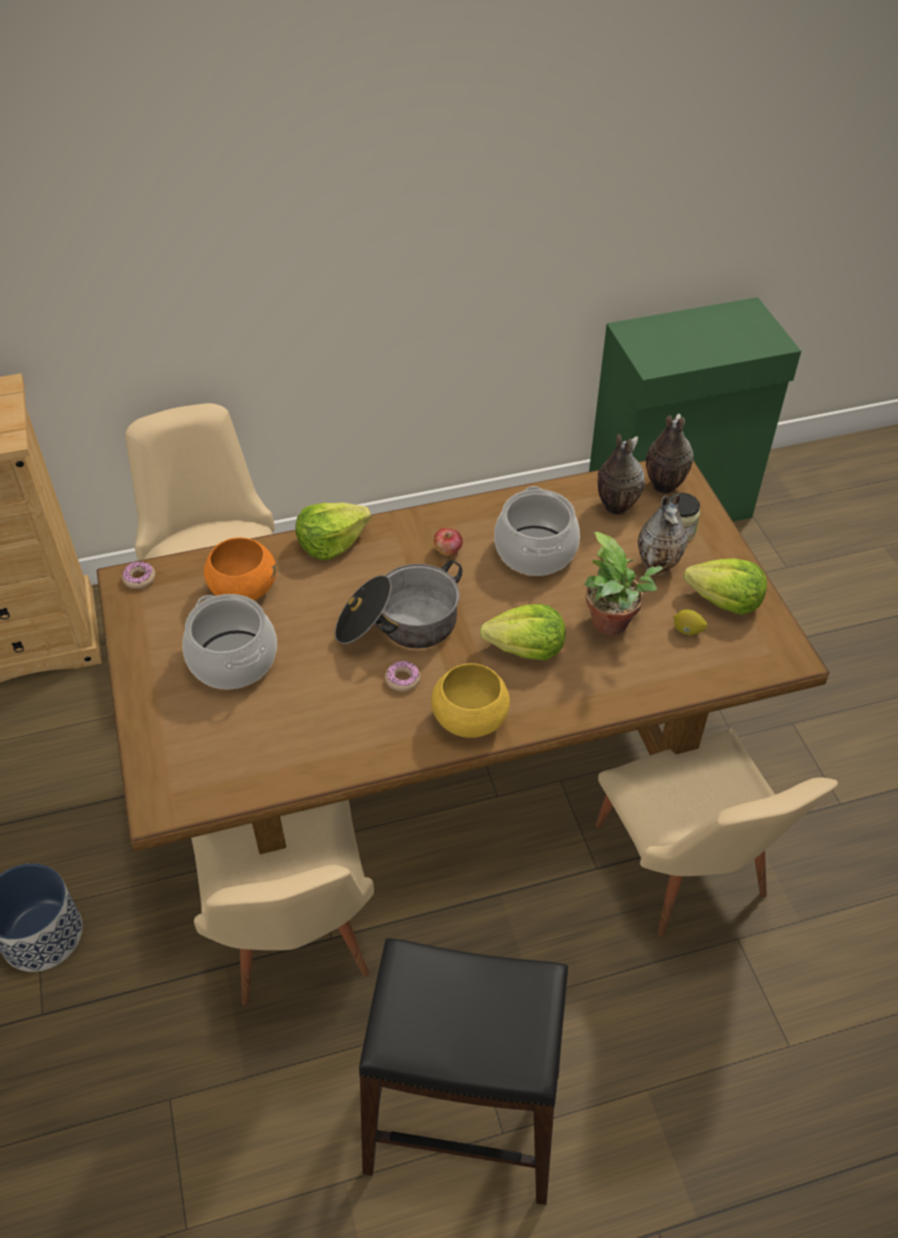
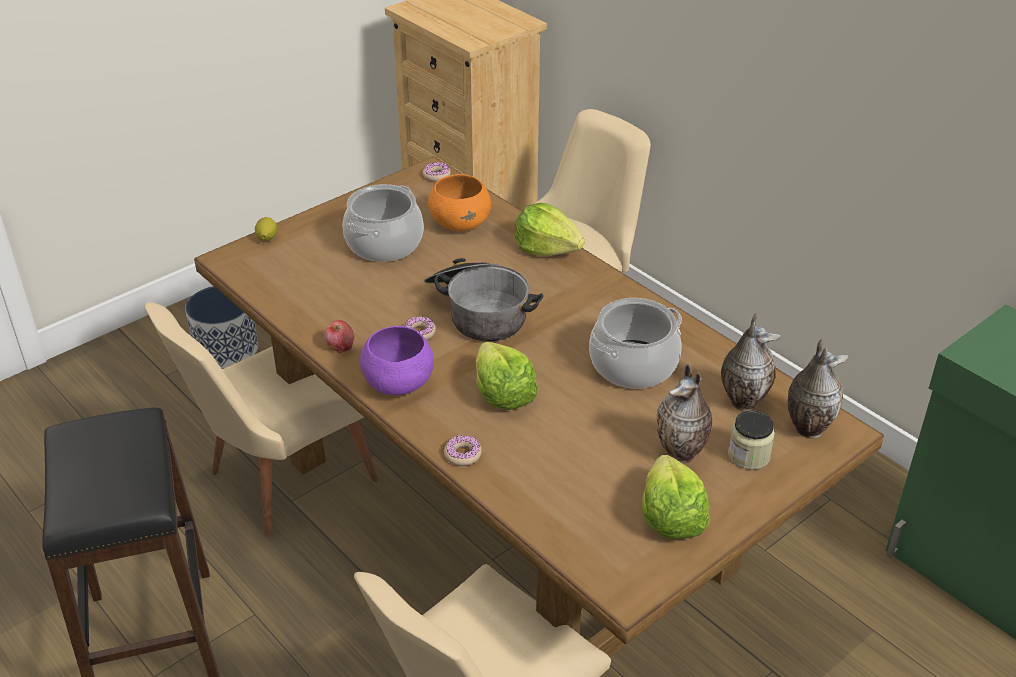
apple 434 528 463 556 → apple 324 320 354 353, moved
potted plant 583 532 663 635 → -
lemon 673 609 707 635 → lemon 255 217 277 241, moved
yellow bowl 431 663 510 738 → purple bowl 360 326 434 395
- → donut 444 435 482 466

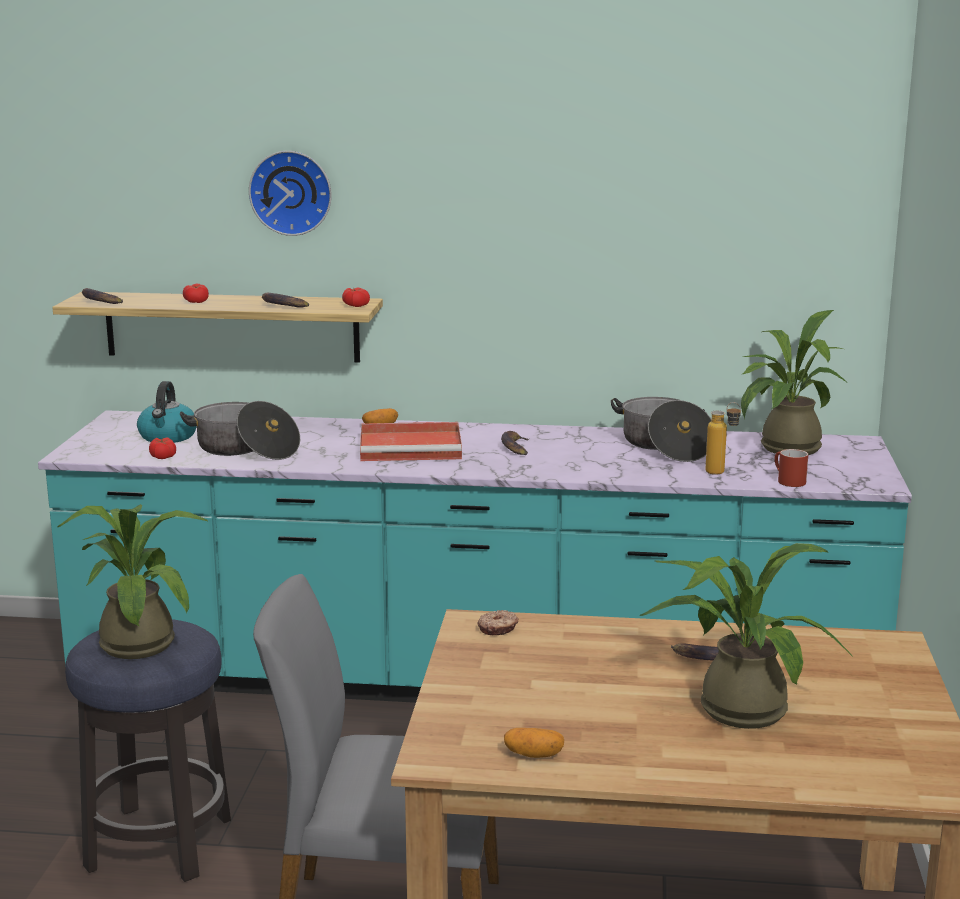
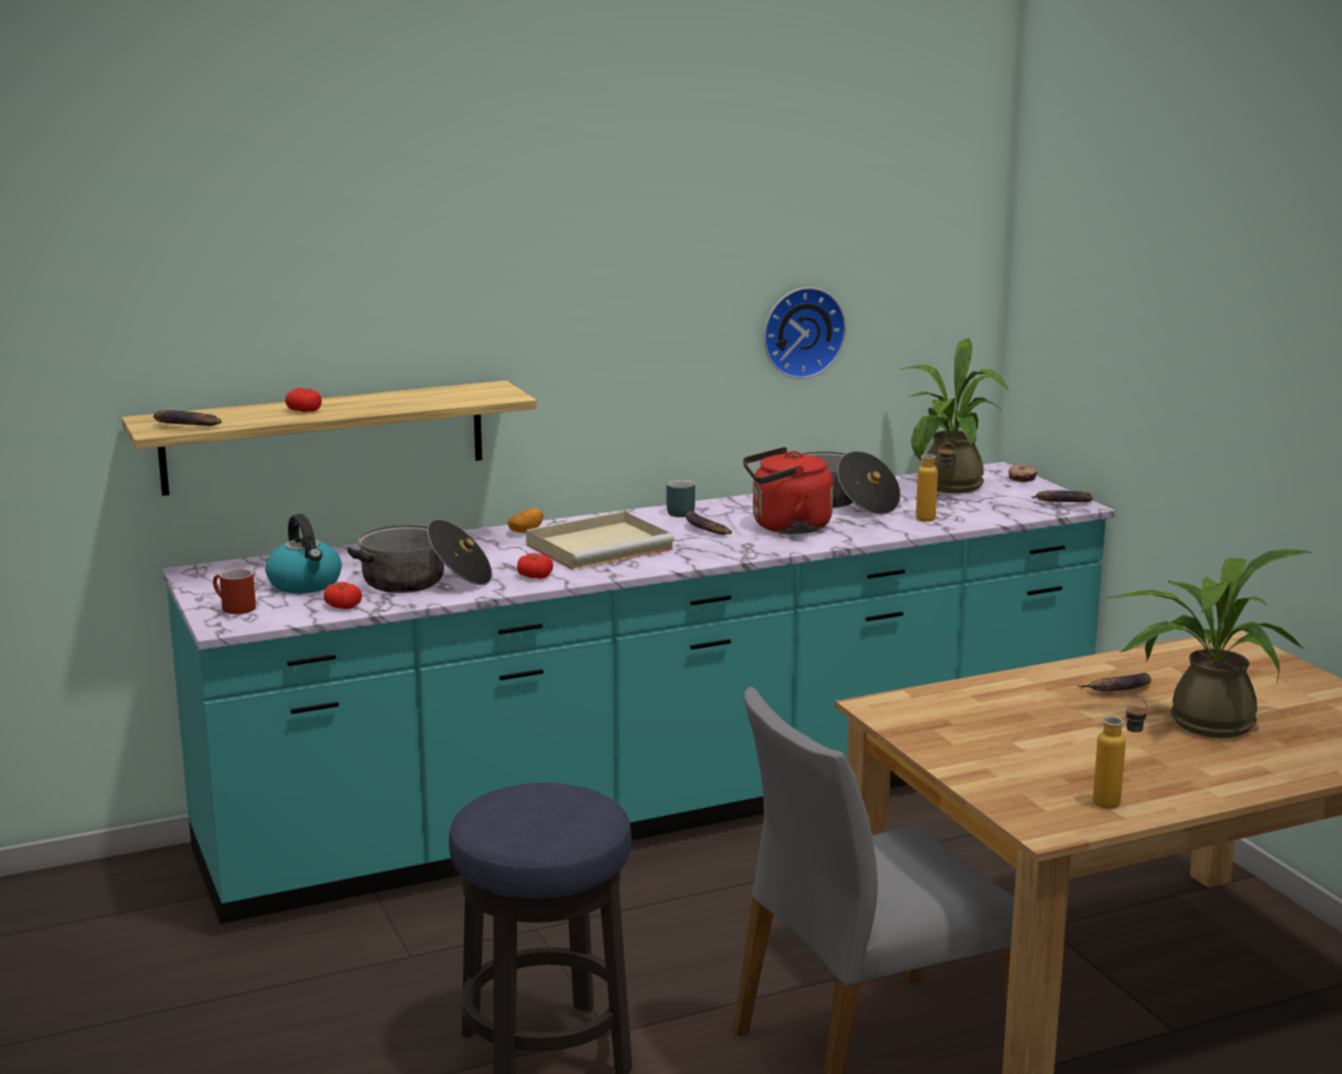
wall clock 249 151 332 236 → wall clock 763 287 846 379, moved
tomato 342 288 370 307 → tomato 517 553 553 579, moved
banana 262 293 309 308 → banana 1031 490 1093 502, moved
red tray 360 422 462 461 → beige tray 526 511 675 570
red mug 775 449 808 487 → red mug 213 568 256 614, moved
potted plant 57 504 209 659 → -
donut 477 610 519 635 → donut 1008 464 1037 482, moved
potato 504 728 564 758 → bottle 1093 698 1147 809
- → red kettle 743 447 833 534
- → turquoise mug 666 480 695 517

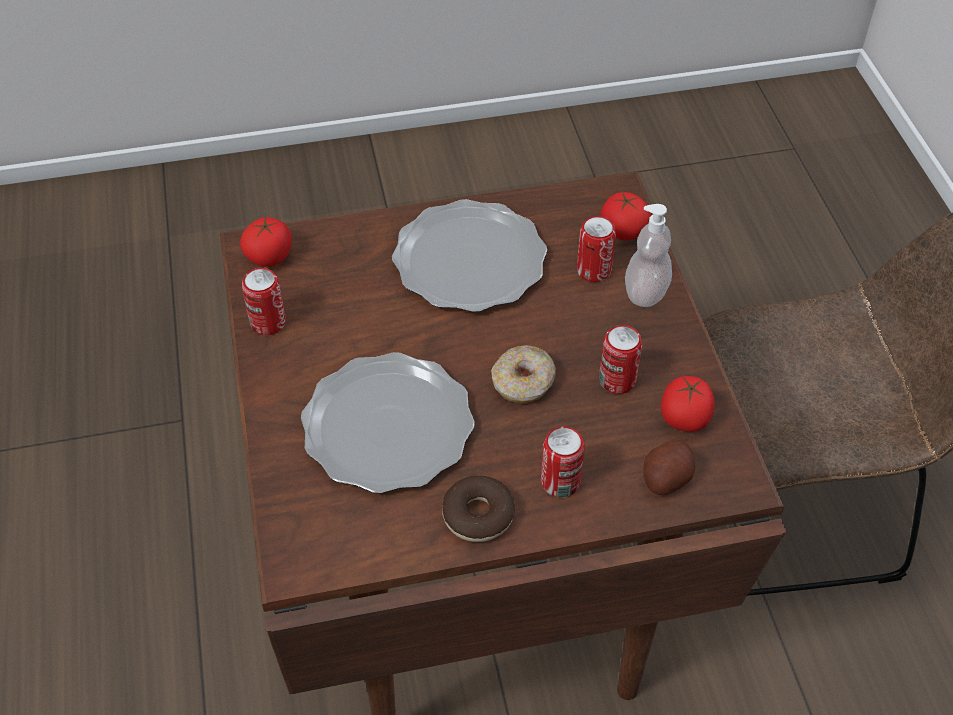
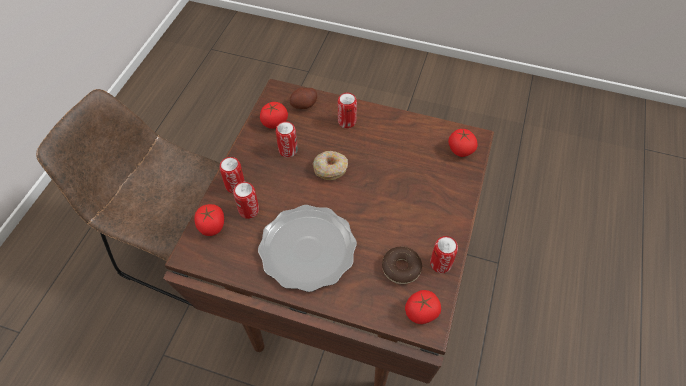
soap dispenser 625 204 672 307 → can 220 157 245 193
plate 301 352 475 494 → -
donut 442 476 515 542 → donut 382 247 422 284, moved
- → tomato 448 129 478 157

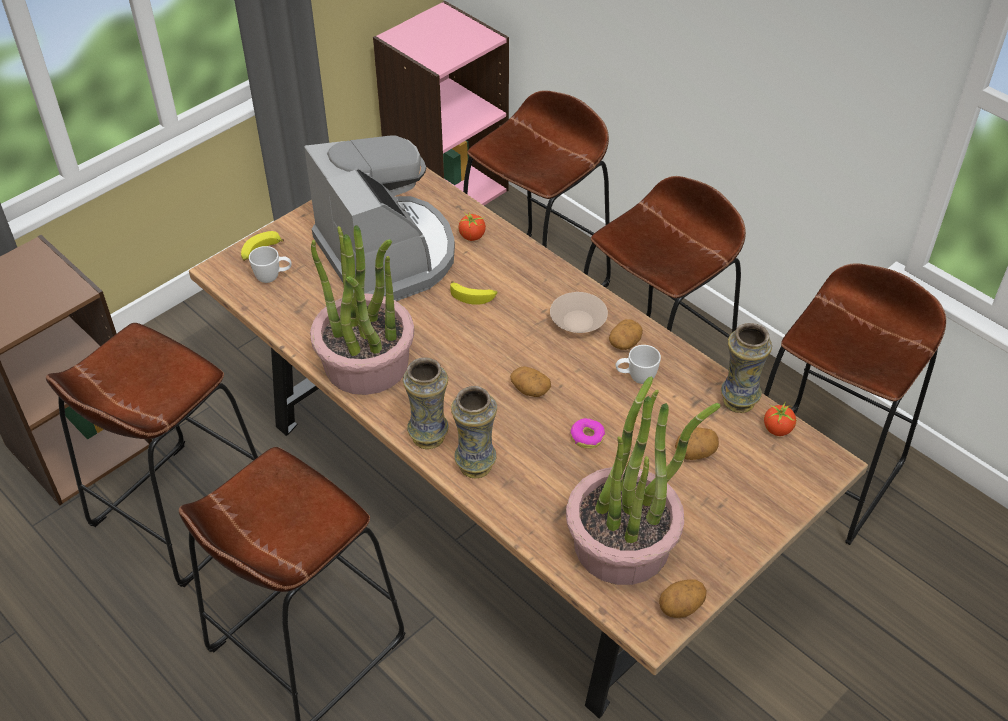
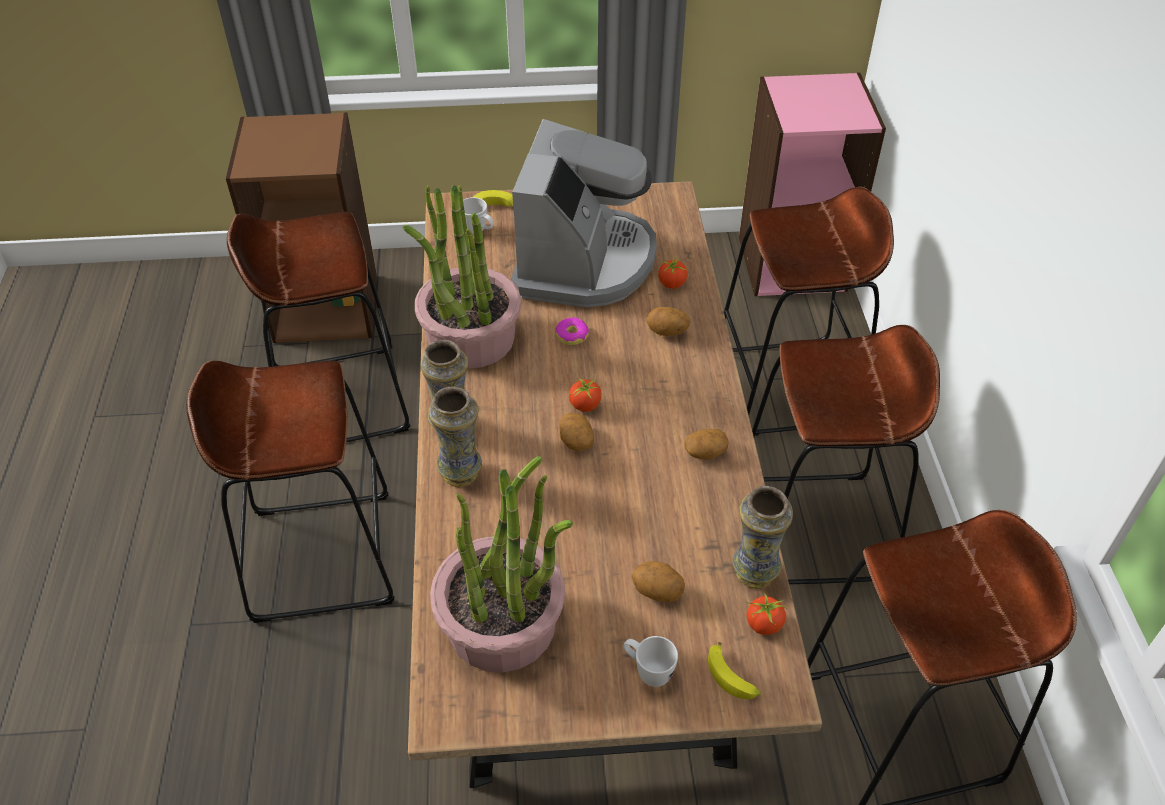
banana 450 281 498 305 → banana 708 642 761 699, moved
beige bowl 550 292 608 333 → -
white mug 616 345 661 384 → white mug 623 636 678 687, moved
donut 570 418 605 449 → donut 555 317 589 345, moved
potato 659 579 707 618 → potato 647 307 690 336, moved
- → tomato 569 374 604 412

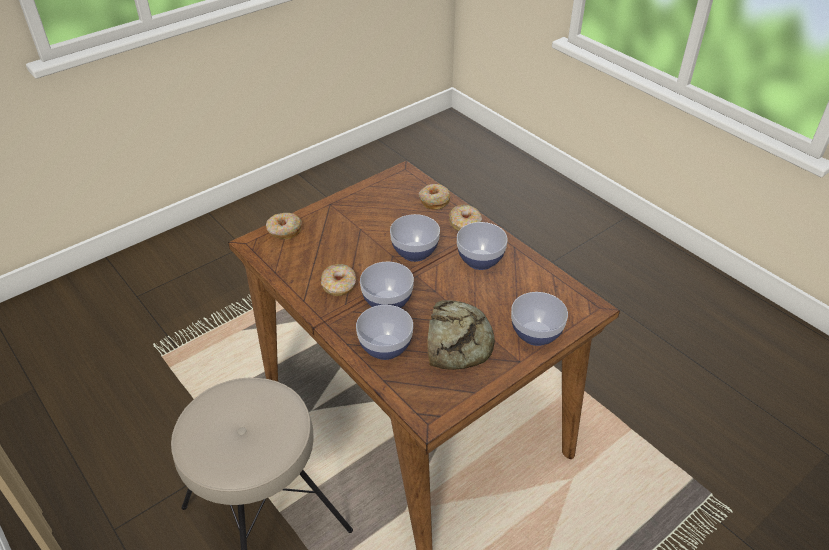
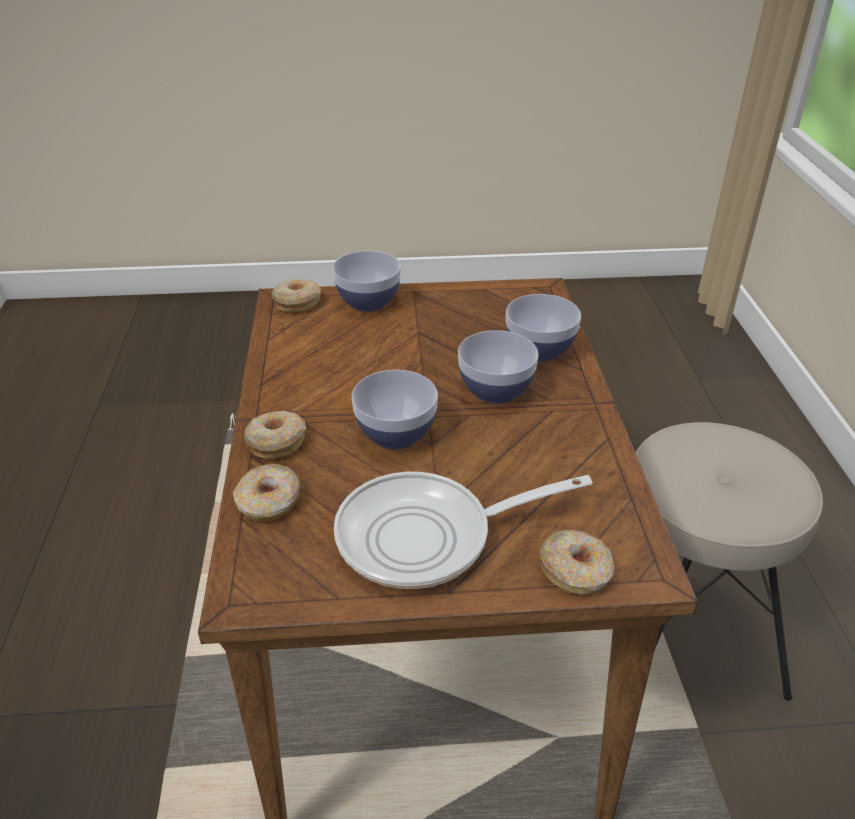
bowl 457 222 508 270 → -
donut 321 264 356 296 → donut 272 279 321 313, moved
bread 427 300 495 370 → -
- → frying pan 334 472 593 589

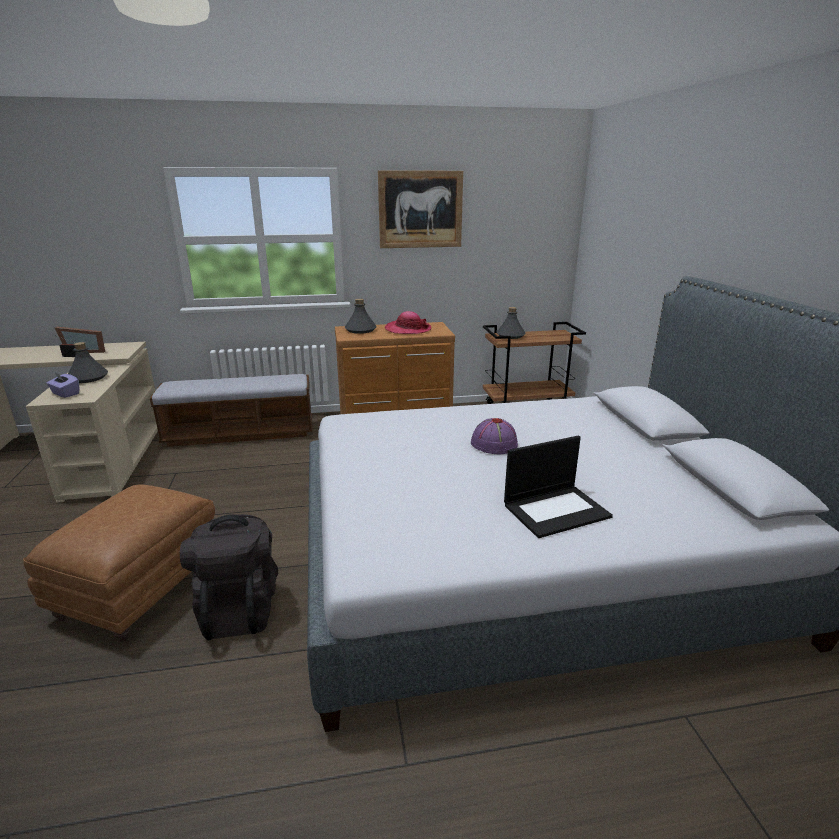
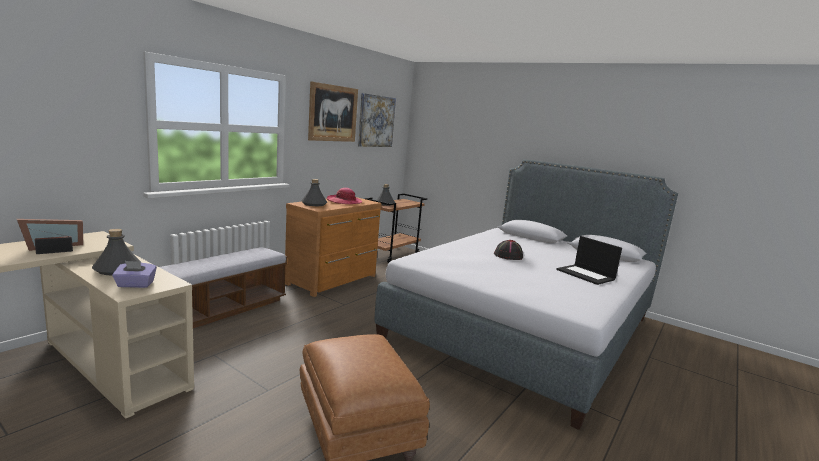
purple hat 471 418 518 454 → black hat 494 240 523 260
laptop 504 436 613 538 → laptop 556 236 622 285, 120 degrees clockwise
black backpack 180 514 278 640 → -
- → picture 358 93 396 147

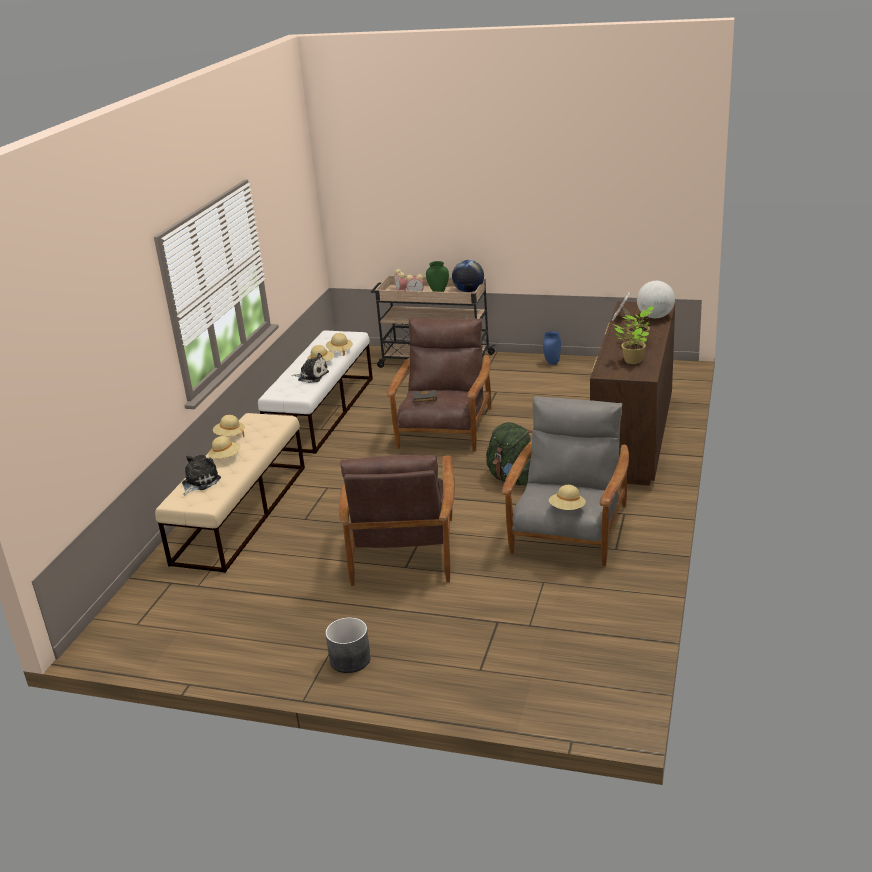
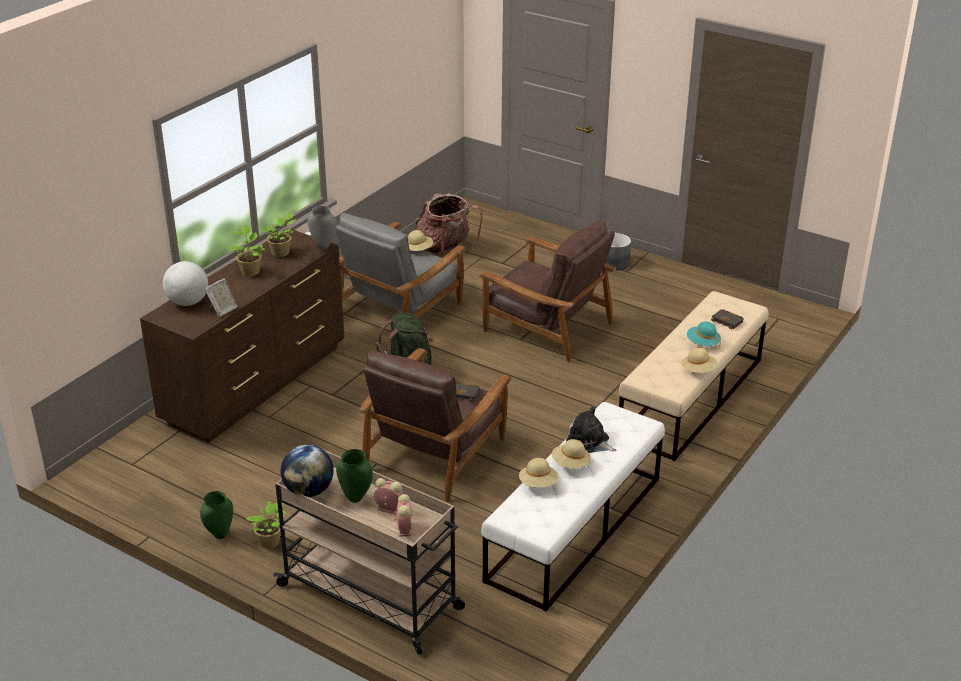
blue vase 543 331 561 365 → green vase 200 491 233 539
beige hat 208 436 241 459 → turquoise hat 687 321 721 348
plush toy 182 455 221 495 → black book 711 309 744 329
brown armchair 339 455 455 586 → brown armchair 479 221 616 362, 105 degrees clockwise
- → backpack 415 193 483 257
- → grey vase 308 206 337 250
- → potted plant 245 501 286 549

